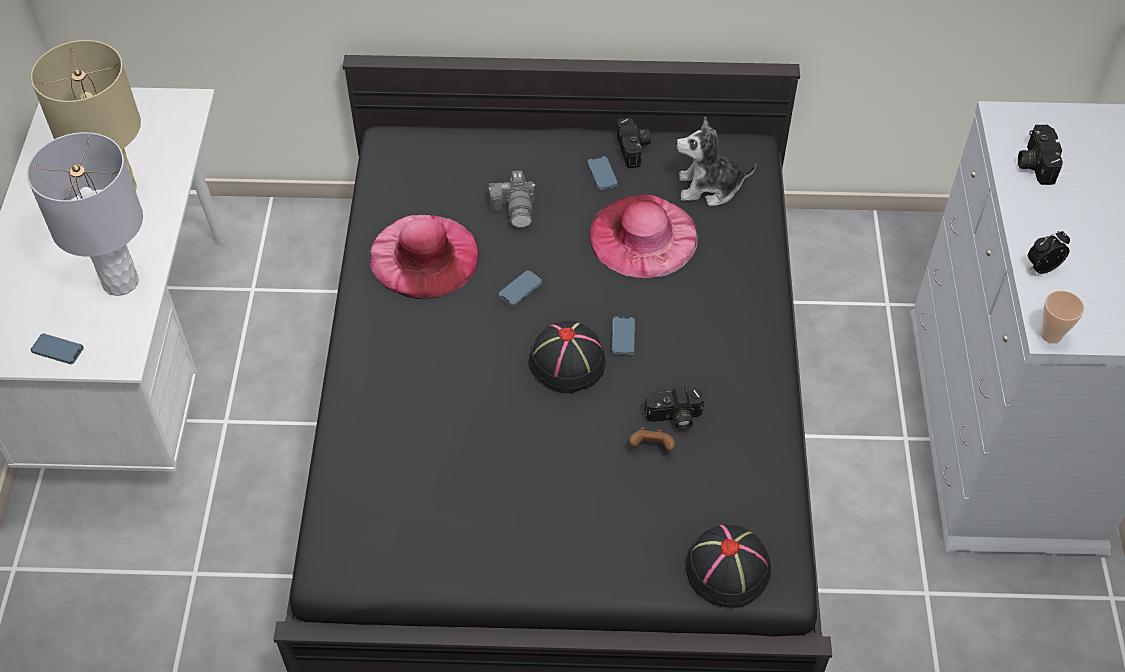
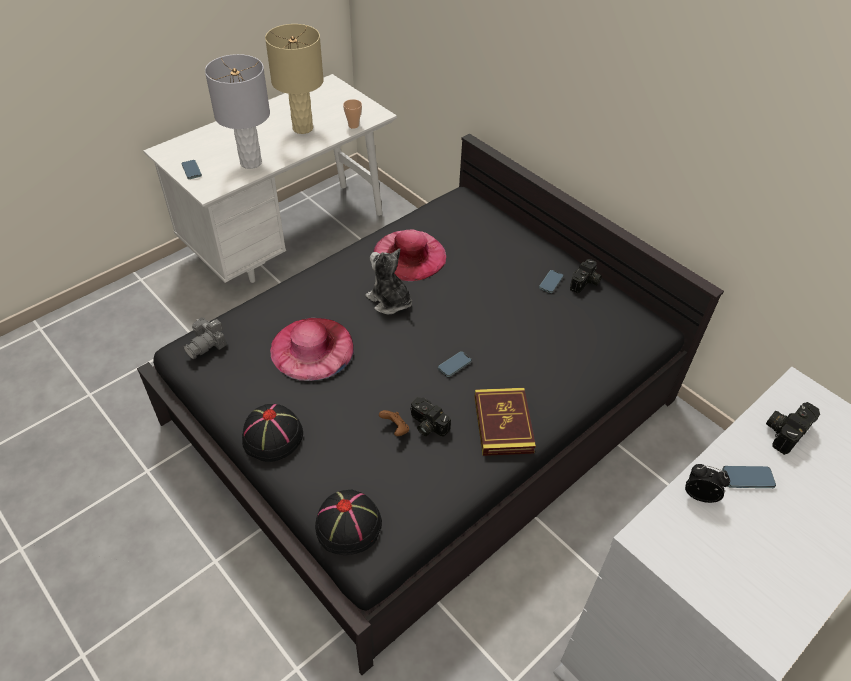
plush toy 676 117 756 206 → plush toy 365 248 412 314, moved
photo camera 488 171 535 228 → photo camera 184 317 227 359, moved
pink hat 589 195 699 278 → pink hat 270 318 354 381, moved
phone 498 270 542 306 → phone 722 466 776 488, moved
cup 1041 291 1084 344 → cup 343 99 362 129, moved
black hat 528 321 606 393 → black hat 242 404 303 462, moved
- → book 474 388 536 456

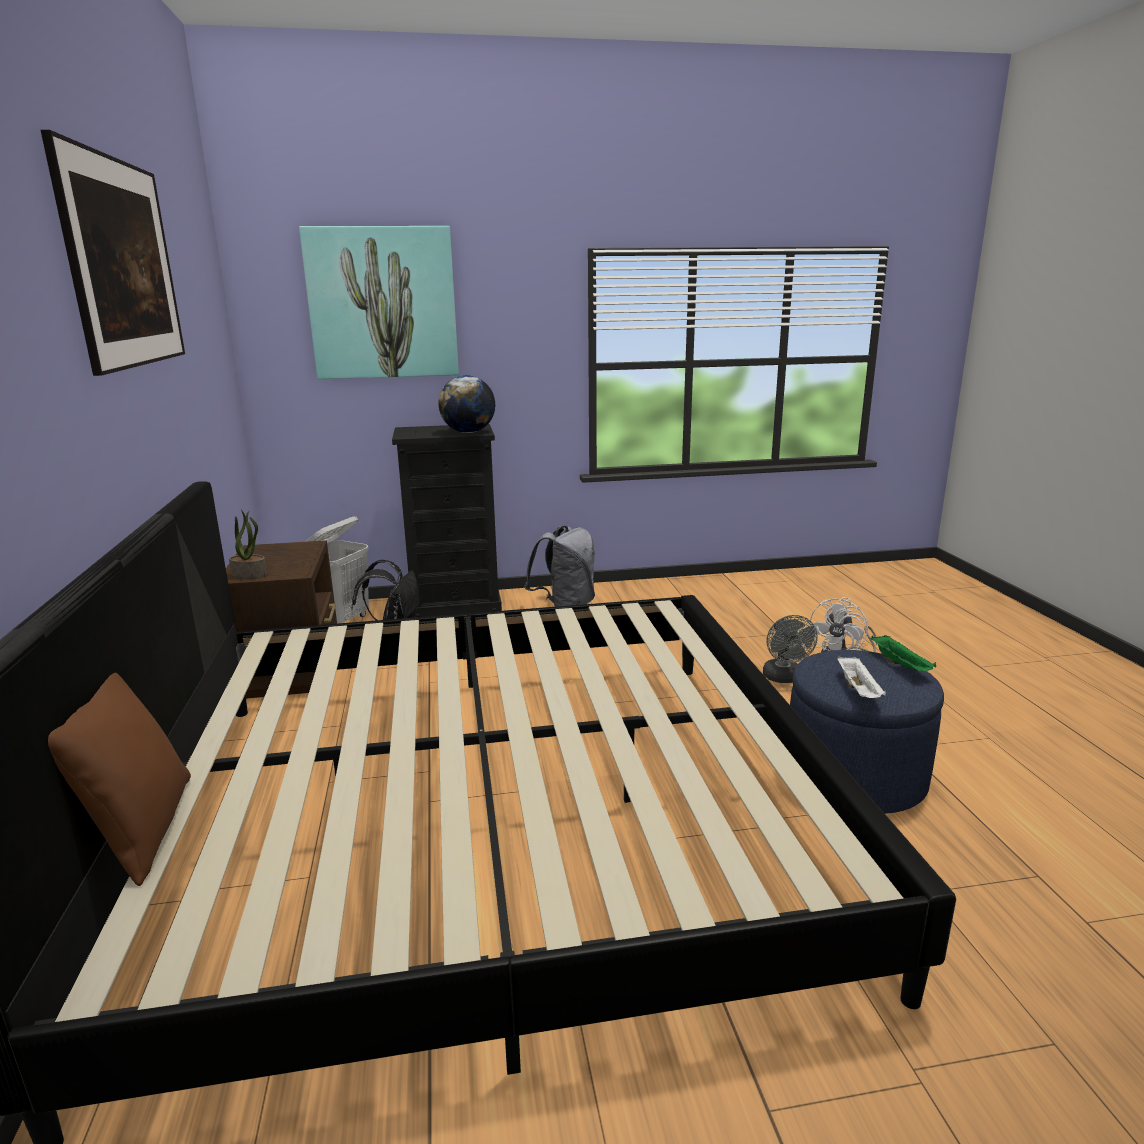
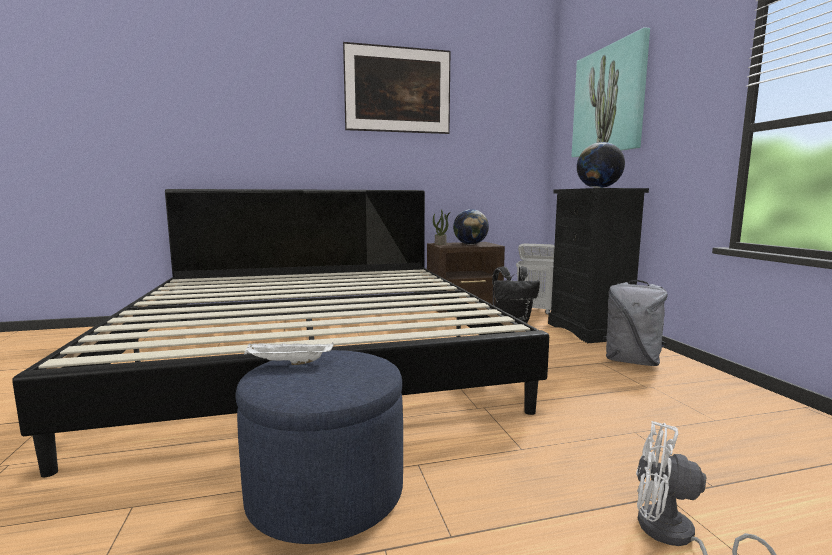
grey fan 763 615 818 683 → -
green tray 871 635 936 671 → -
brown pillow 48 673 191 886 → -
- → globe 453 209 489 245

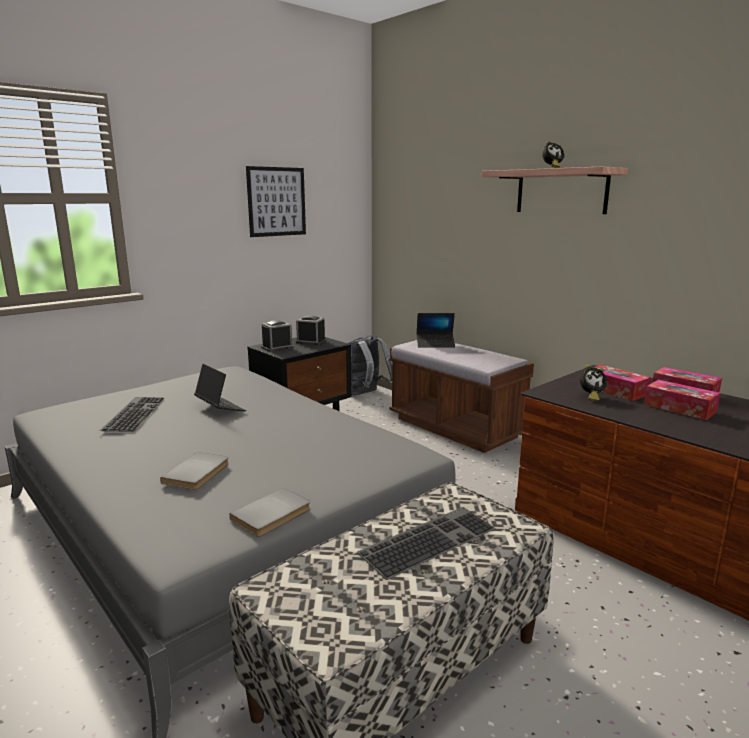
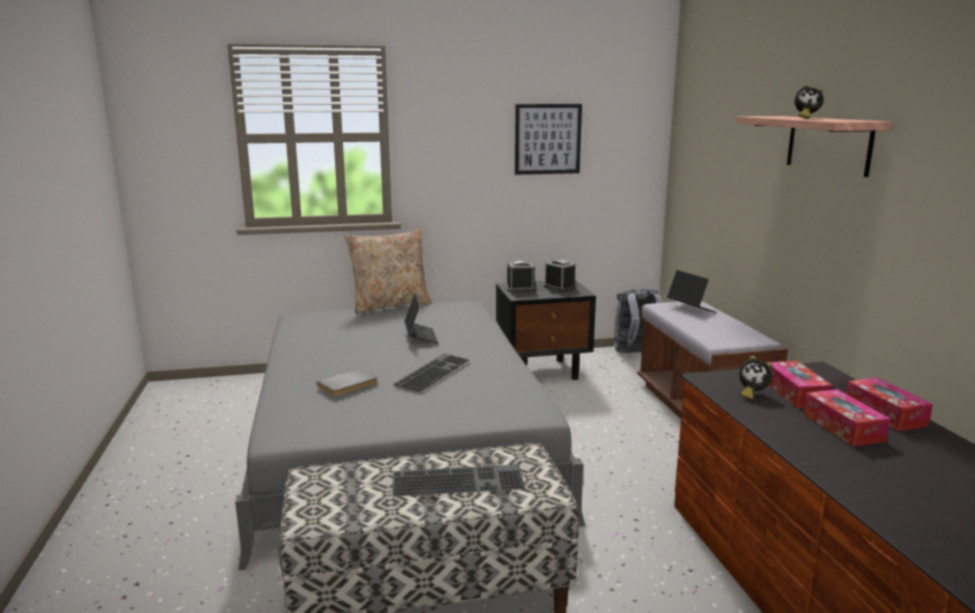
laptop 417 313 455 348 → laptop 667 270 717 313, 150 degrees counterclockwise
keyboard 100 397 165 432 → keyboard 392 354 470 393, moved
grey book 229 488 311 537 → -
- → beige pillow 345 229 432 314

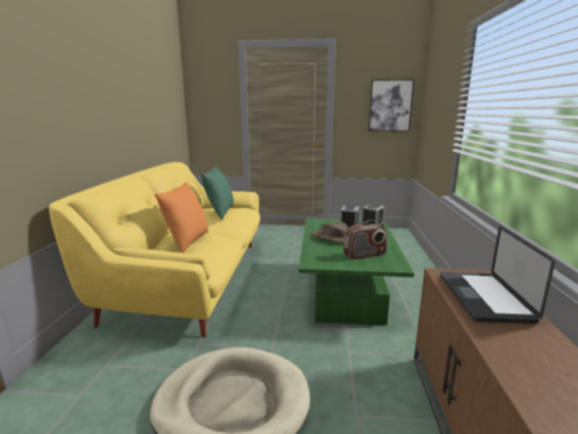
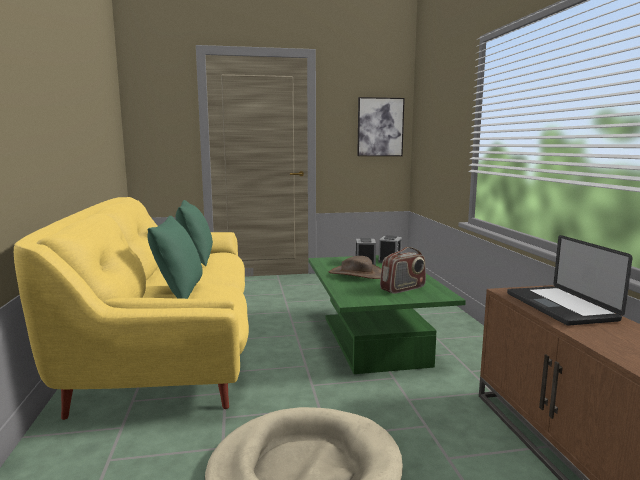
orange pillow 155 182 208 253 → green pillow 148 216 203 299

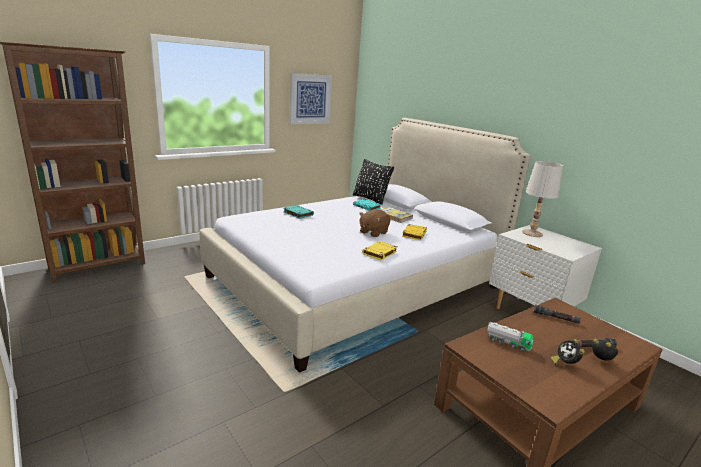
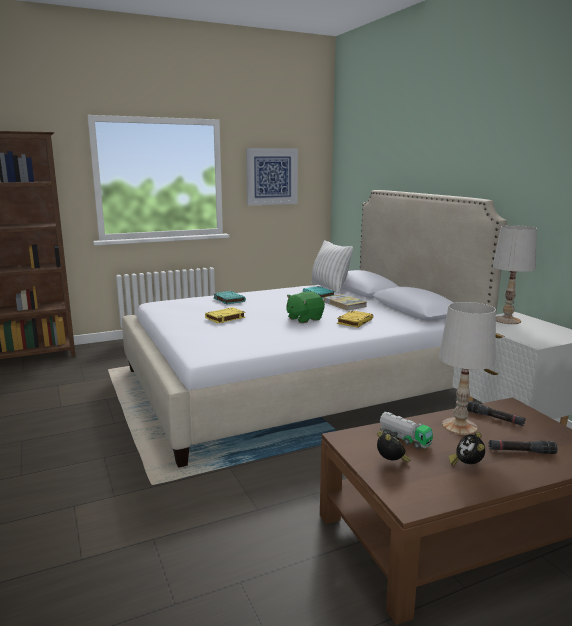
black pillow 353 159 394 205 → white pillow 311 240 353 294
brown plush toy 359 209 390 237 → green plush toy 286 291 325 323
yellow book 362 241 397 260 → yellow book 205 307 245 323, moved
alarm clock 592 339 618 361 → alarm clock 377 431 411 463, moved
- → white table lamp 439 302 496 435

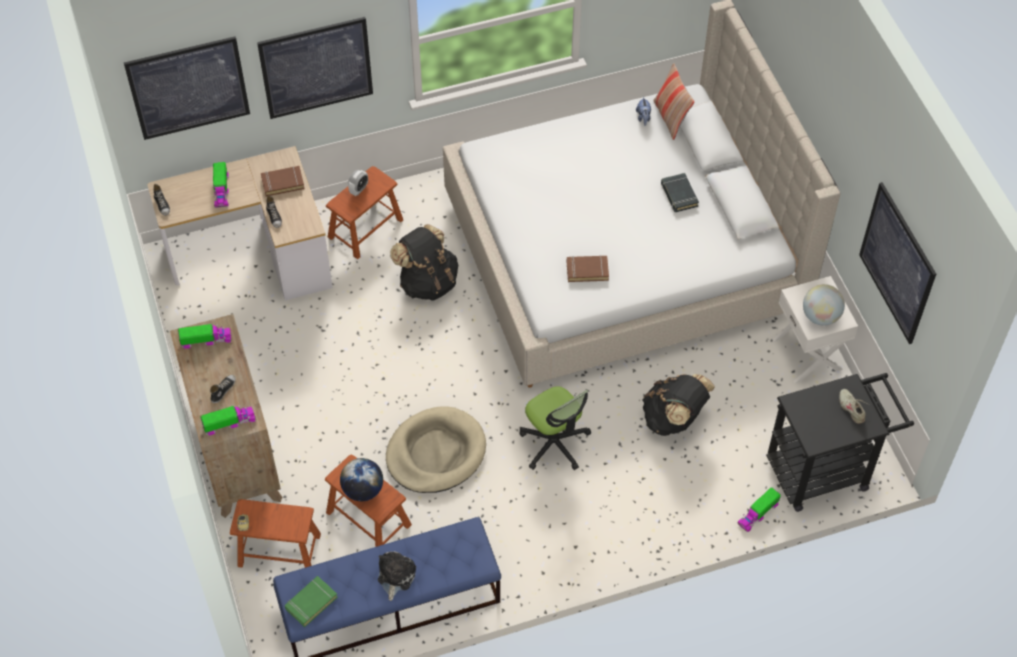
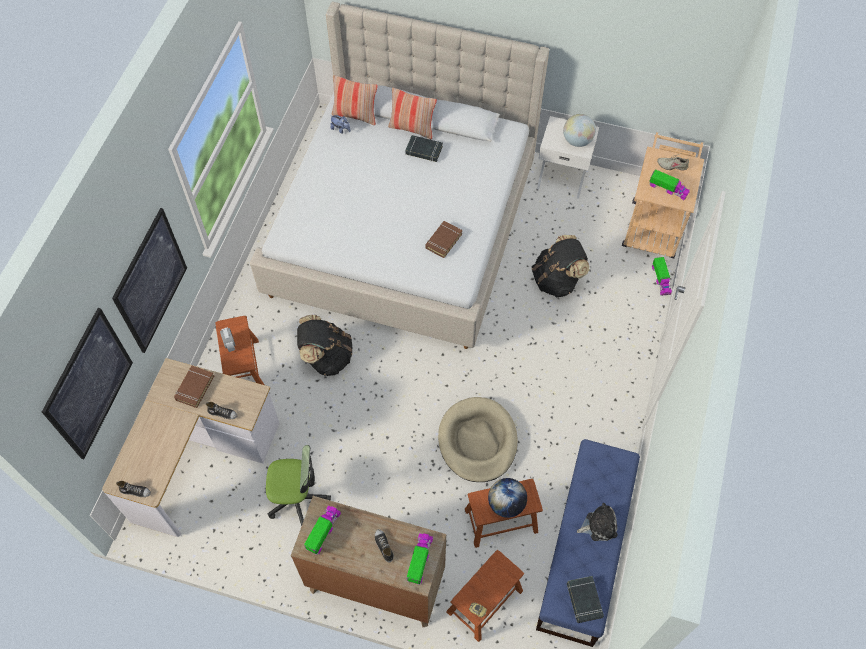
toy truck 213 162 229 208 → toy truck 649 169 690 200, moved
picture 859 182 936 344 → -
black cart 766 373 914 512 → beige cart 622 132 704 259
office chair 519 387 591 470 → office chair 266 445 331 527, moved
plush toy 378 552 416 601 → plush toy 577 503 618 541, 120 degrees clockwise
green book 285 576 338 627 → black book 567 576 604 623
- → pillow 388 88 437 139

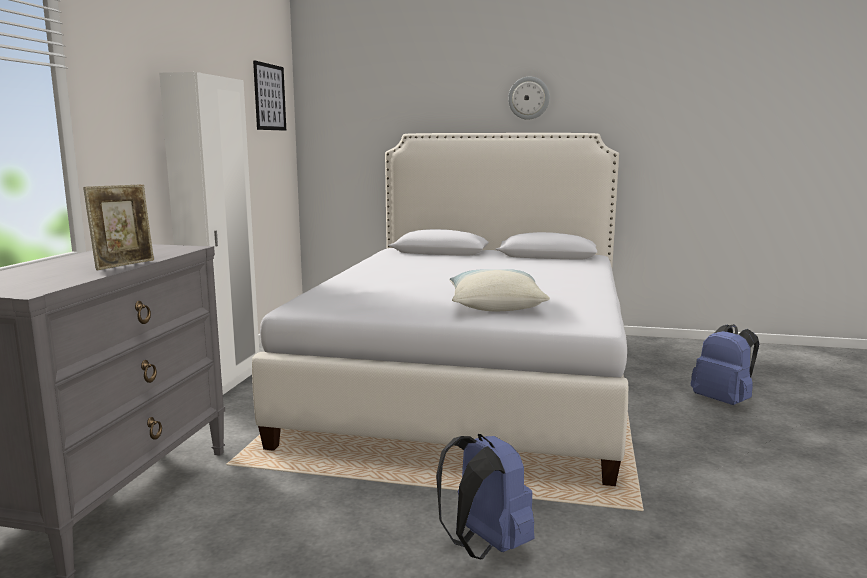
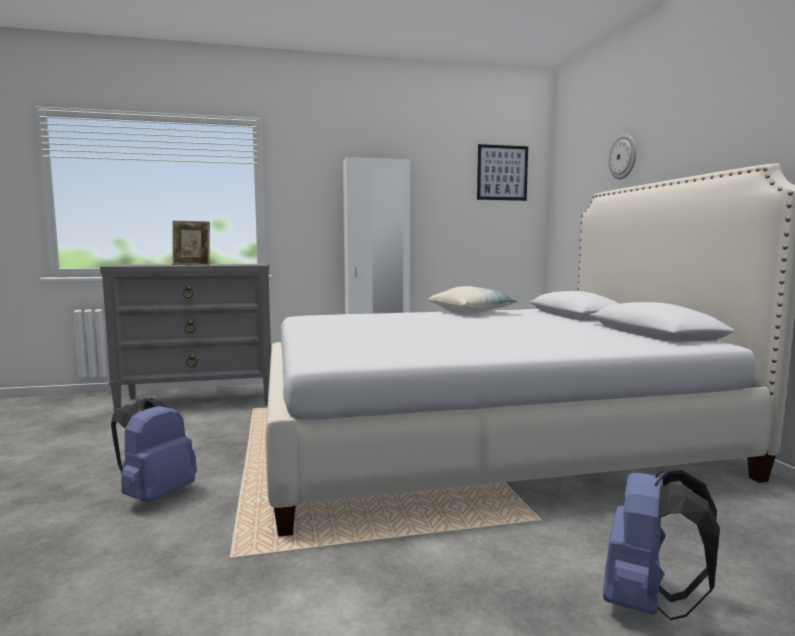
wall clock 508 77 550 120 → wall clock 609 134 637 179, moved
pillow 449 269 550 311 → pillow 428 286 518 314, moved

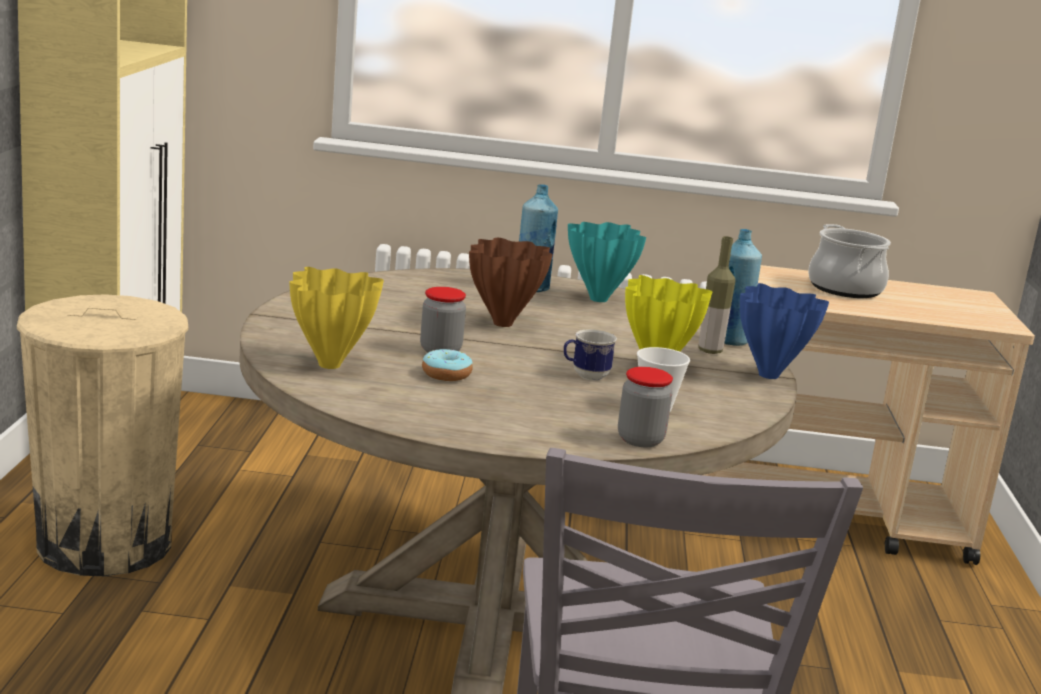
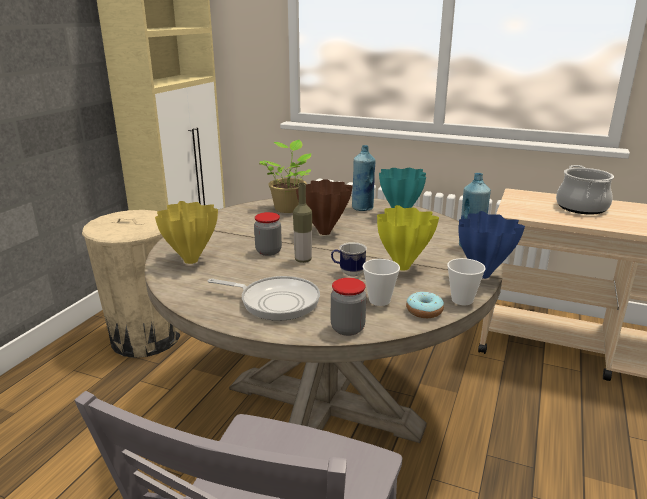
bottle 698 236 735 354 → bottle 293 183 312 263, moved
donut 422 349 473 381 → donut 406 292 444 318, moved
- → potted plant 259 140 311 213
- → cup 447 258 486 305
- → frying pan 208 276 320 321

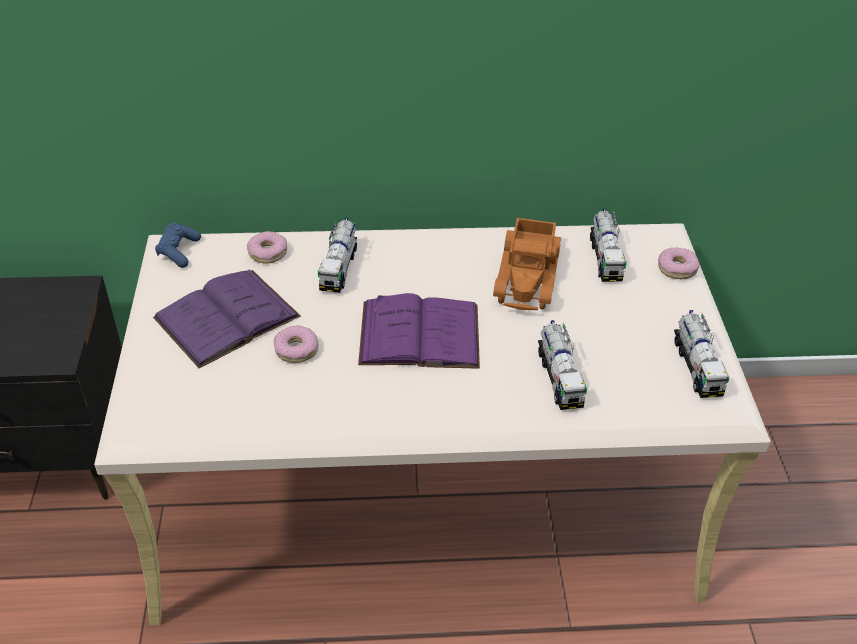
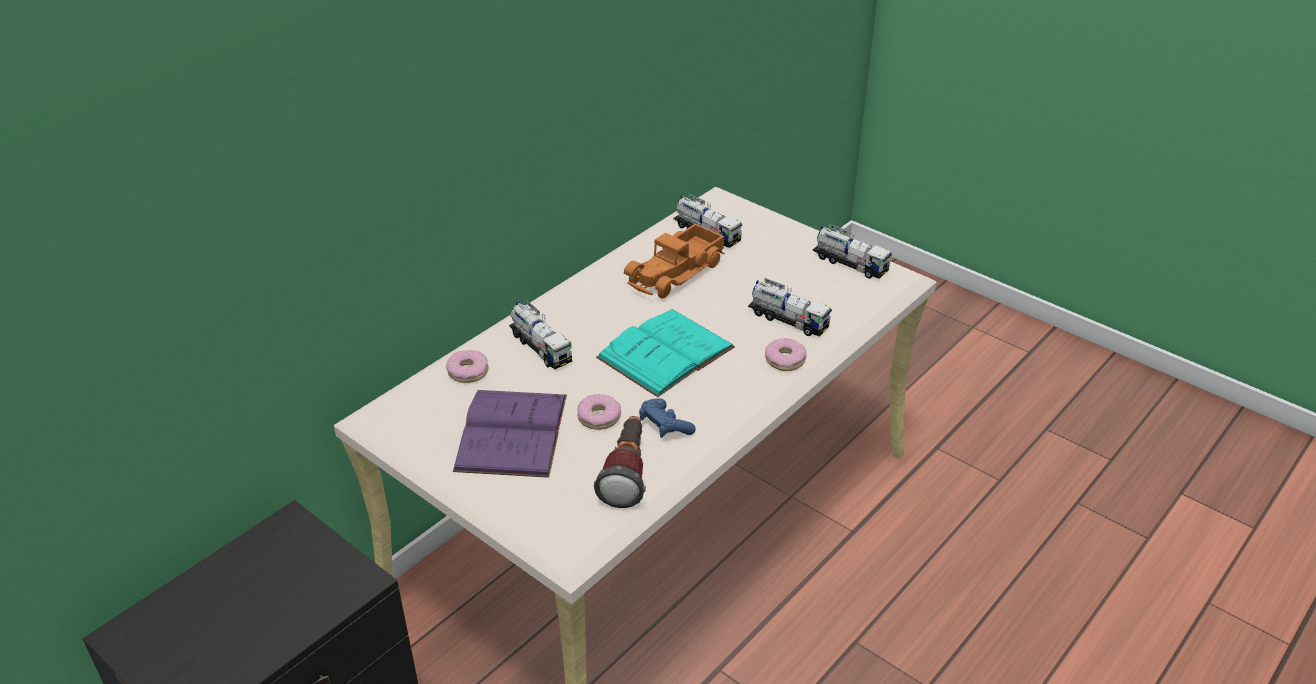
toy truck 493 218 561 310 → toy truck 624 223 725 298, 75 degrees clockwise
blue game controller 155 223 201 268 → blue game controller 639 399 696 438, moved
donut 658 248 700 279 → donut 765 338 806 371, moved
purple book 358 293 480 369 → turquoise book 596 309 735 397
- → flashlight 594 416 646 508

